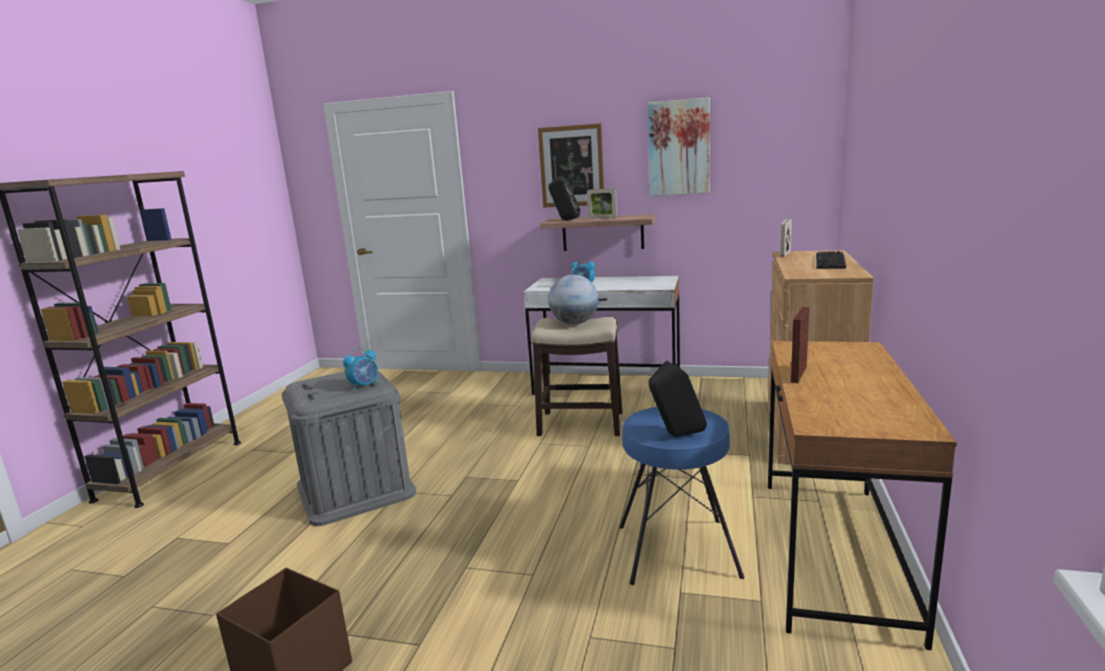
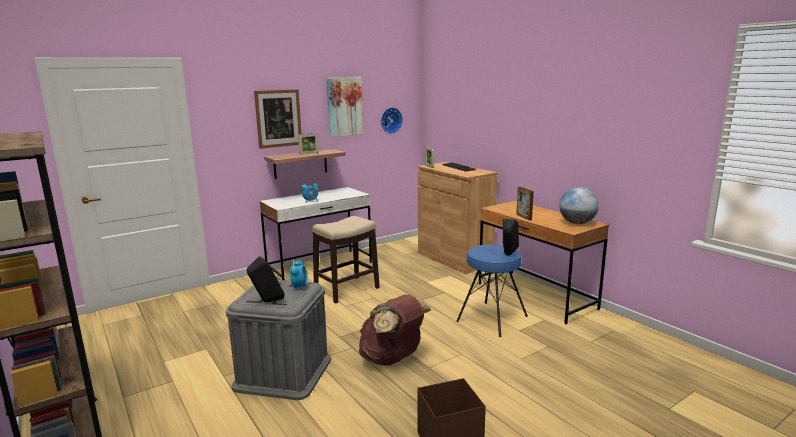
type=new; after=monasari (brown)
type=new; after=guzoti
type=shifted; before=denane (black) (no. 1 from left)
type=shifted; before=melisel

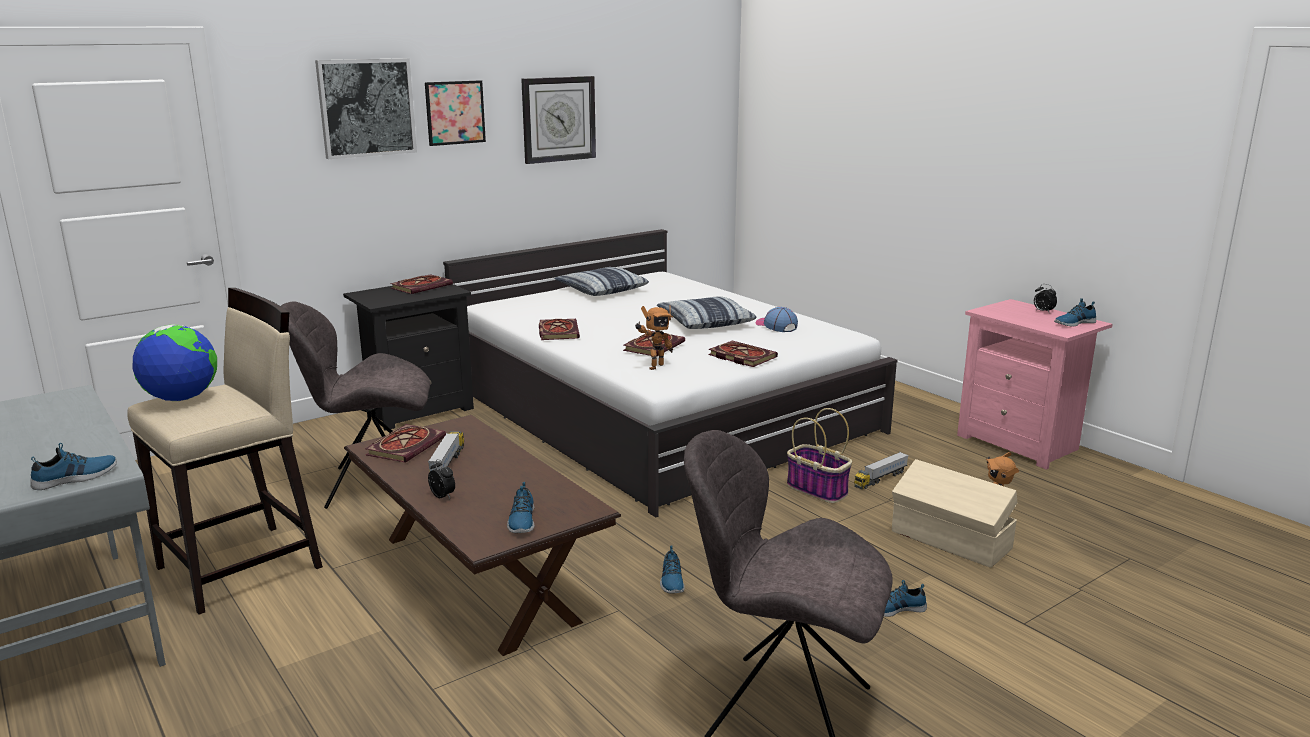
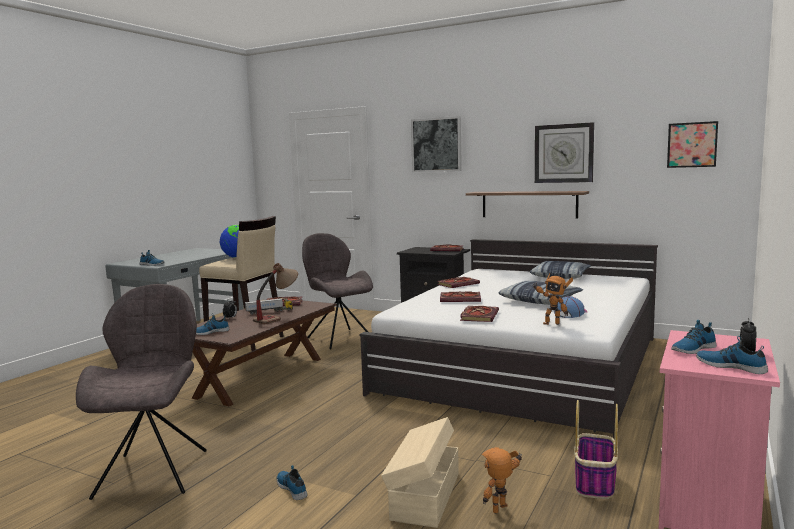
type=gone; before=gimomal (no. 2 from left)
type=new; after=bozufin
type=new; after=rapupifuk
type=shifted; before=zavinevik (no. 2 from left)
type=shifted; before=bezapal (no. 1 from left in the first image); after=bezapal (no. 2 from left)
type=shifted; before=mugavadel (no. 3 from left in the first image); after=mugavadel (no. 4 from left)
type=shifted; before=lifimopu

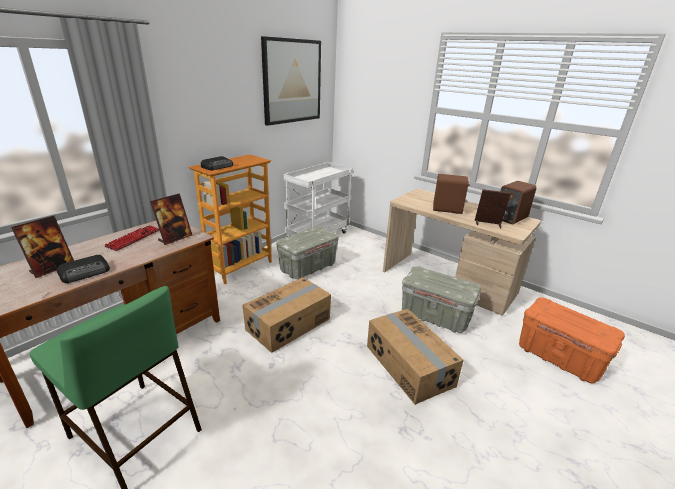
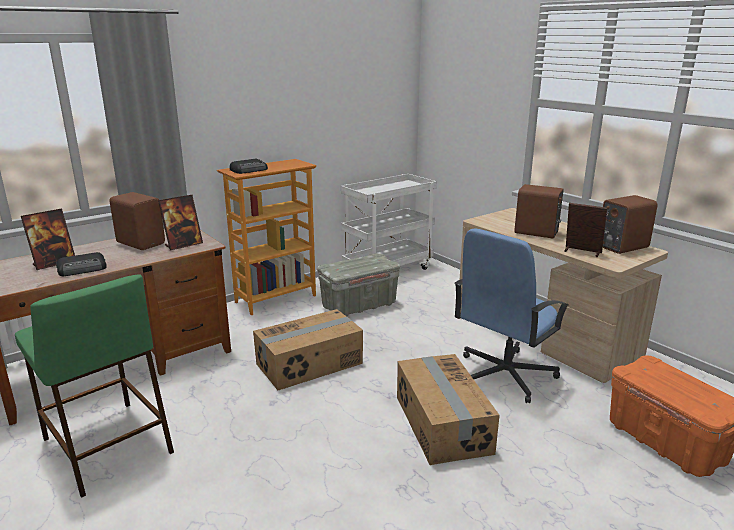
type=gone; before=zavinevik
type=swapped; before=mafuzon; after=denane (brown) (no. 1 from left)
type=swapped; before=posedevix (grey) (no. 2 from left); after=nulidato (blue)

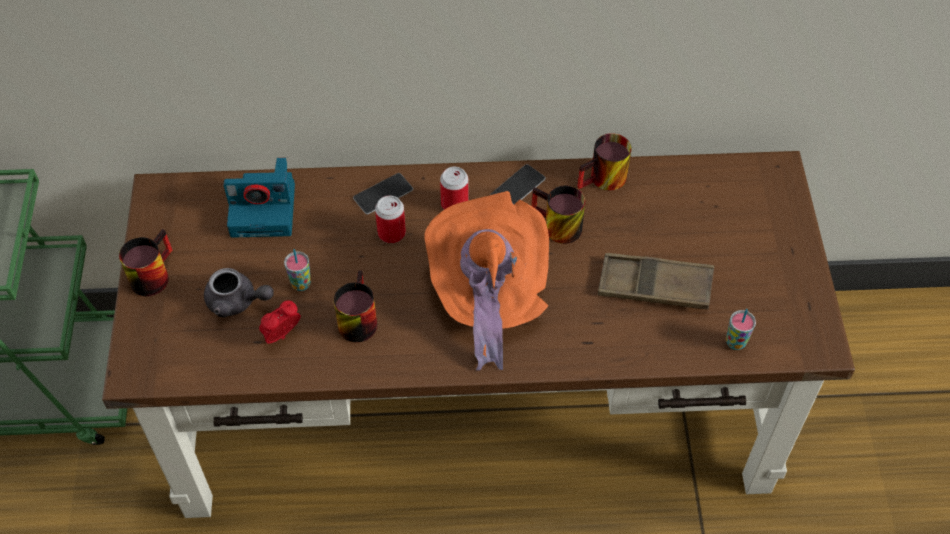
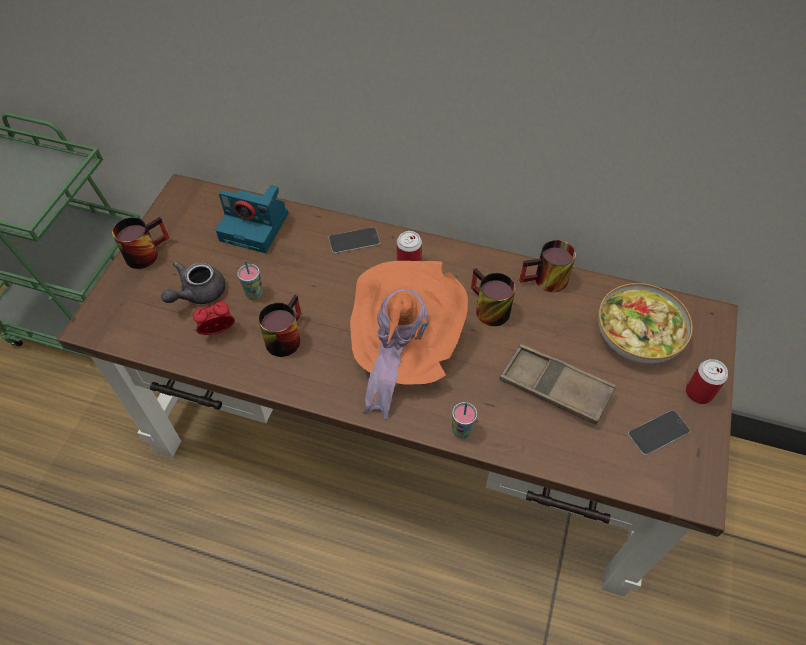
type=new; after=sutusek
type=shifted; before=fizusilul (no. 1 from left in the first image); after=fizusilul (no. 2 from left)
type=shifted; before=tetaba (no. 2 from left)
type=shifted; before=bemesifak (no. 2 from left)
type=rotated; before=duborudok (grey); turn=90

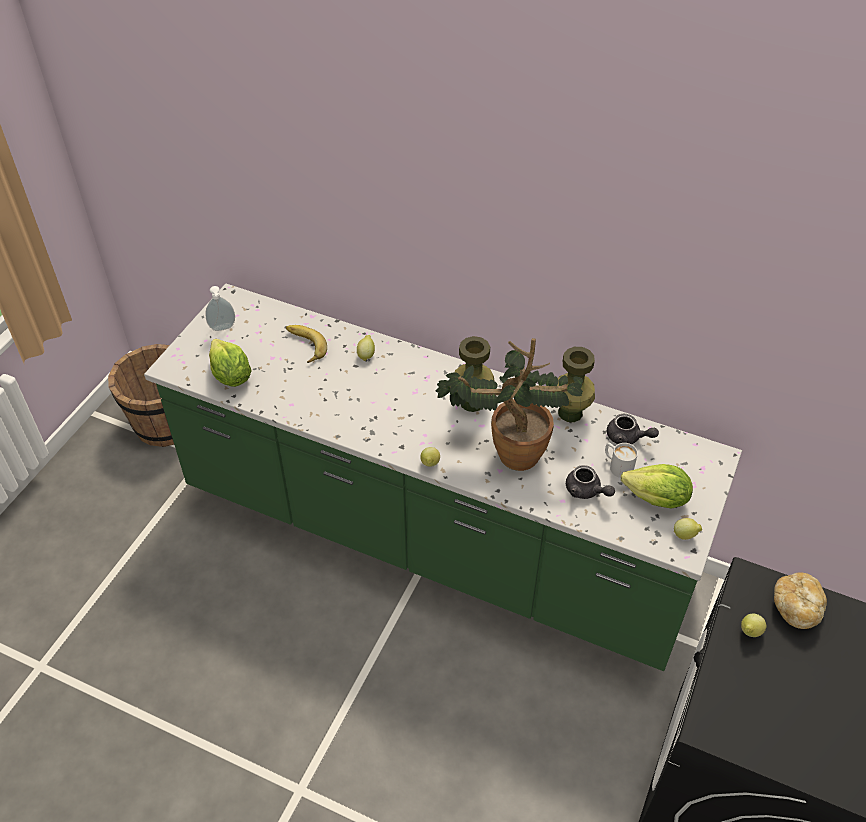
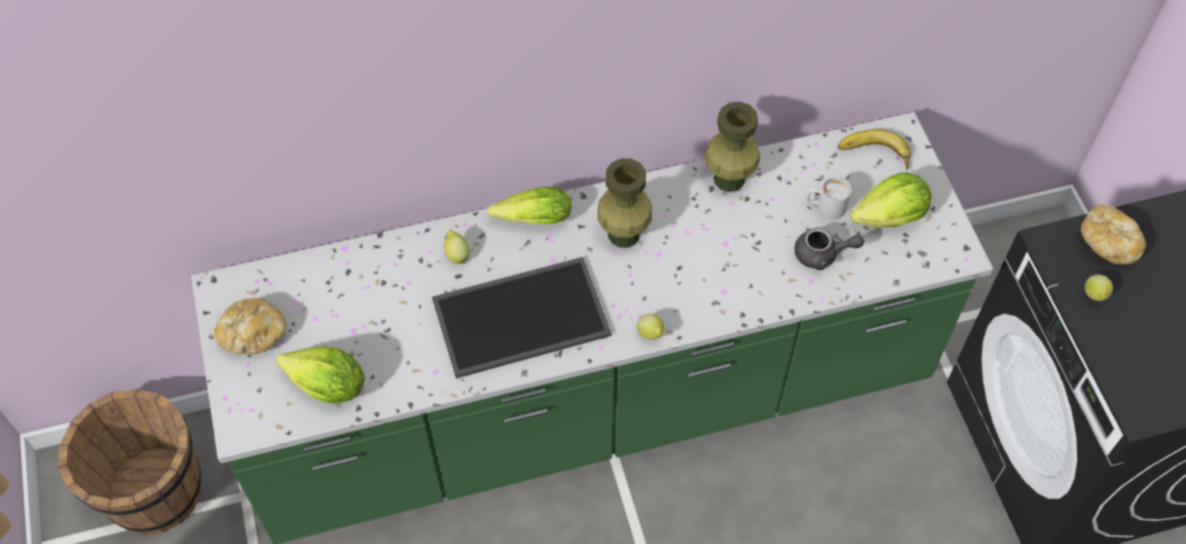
type=gone; before=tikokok
type=gone; before=duborudok (grey) (no. 2 from left)
type=gone; before=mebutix (no. 3 from left)
type=new; after=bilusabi
type=new; after=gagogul (no. 2 from left)
type=shifted; before=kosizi
type=swapped; before=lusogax; after=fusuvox (no. 1 from left)

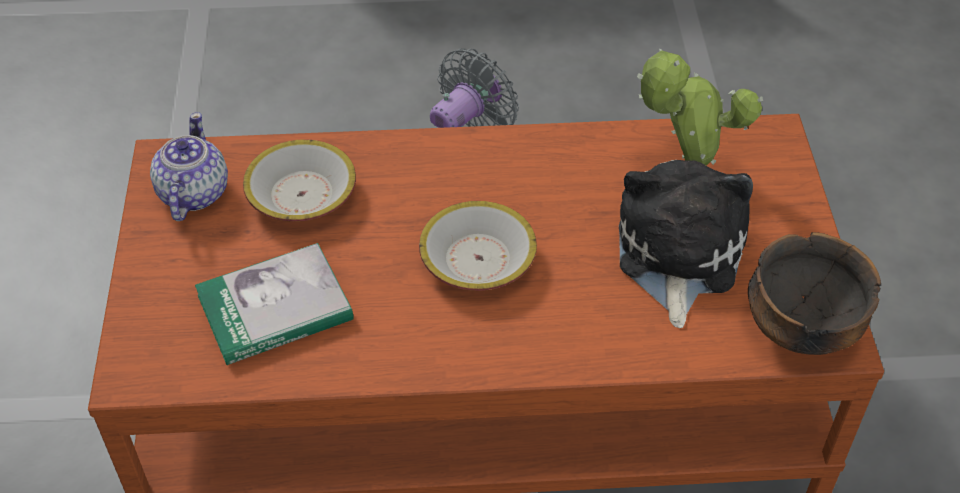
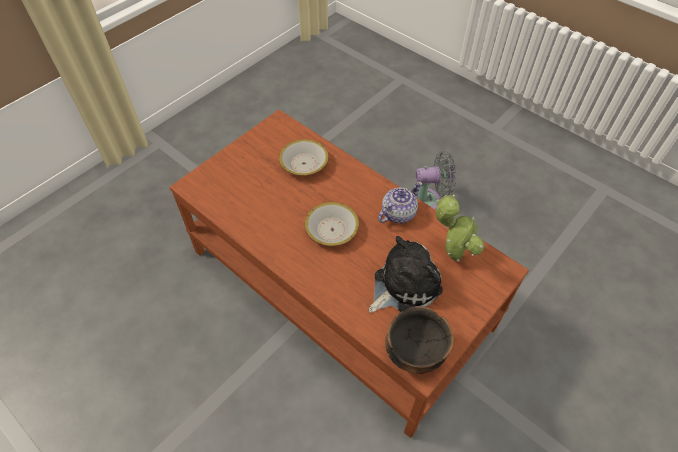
type=gone; before=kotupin
type=shifted; before=duborudok

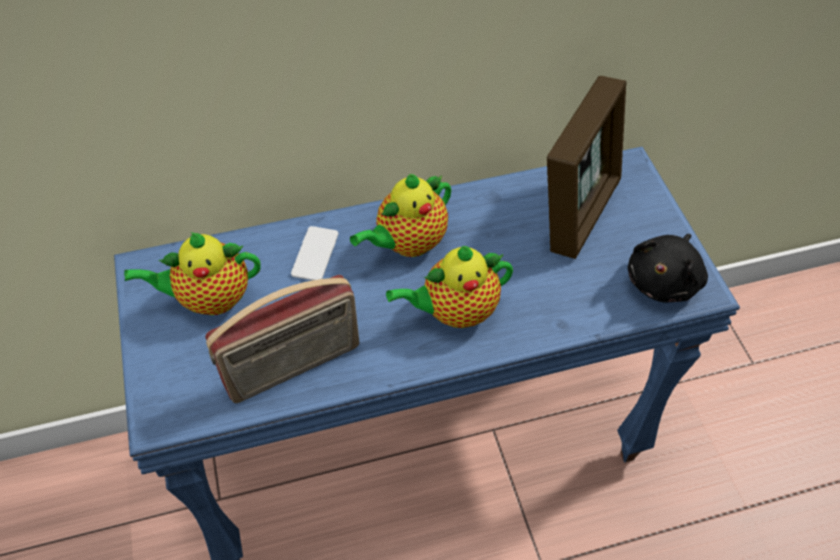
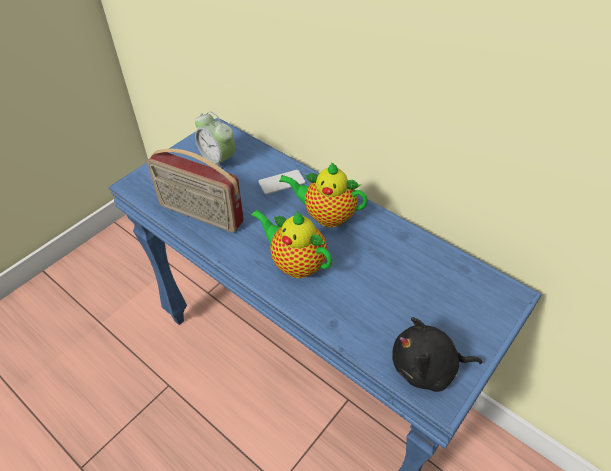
type=gone; before=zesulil
type=swapped; before=duborudok (no. 1 from left); after=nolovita

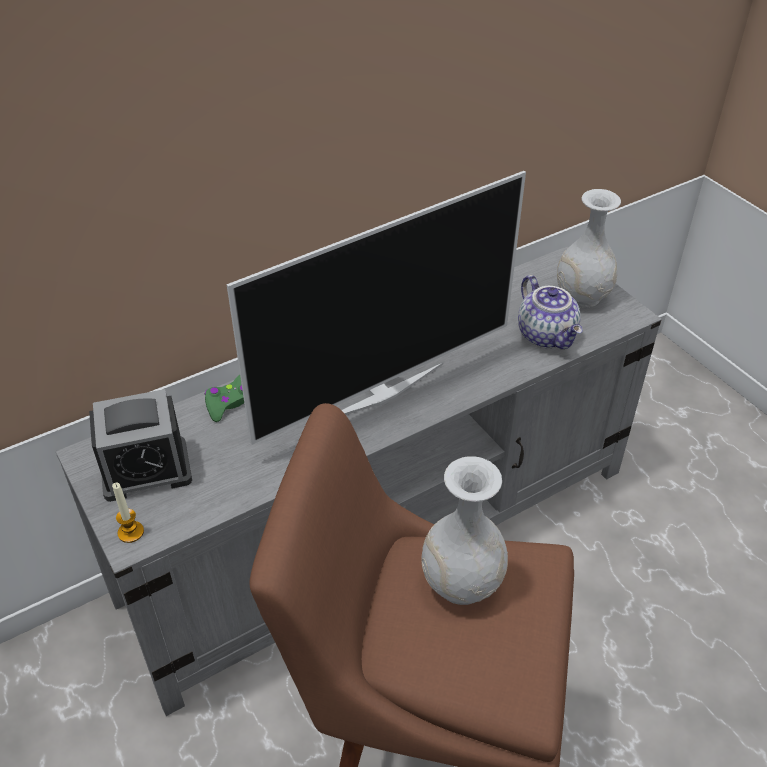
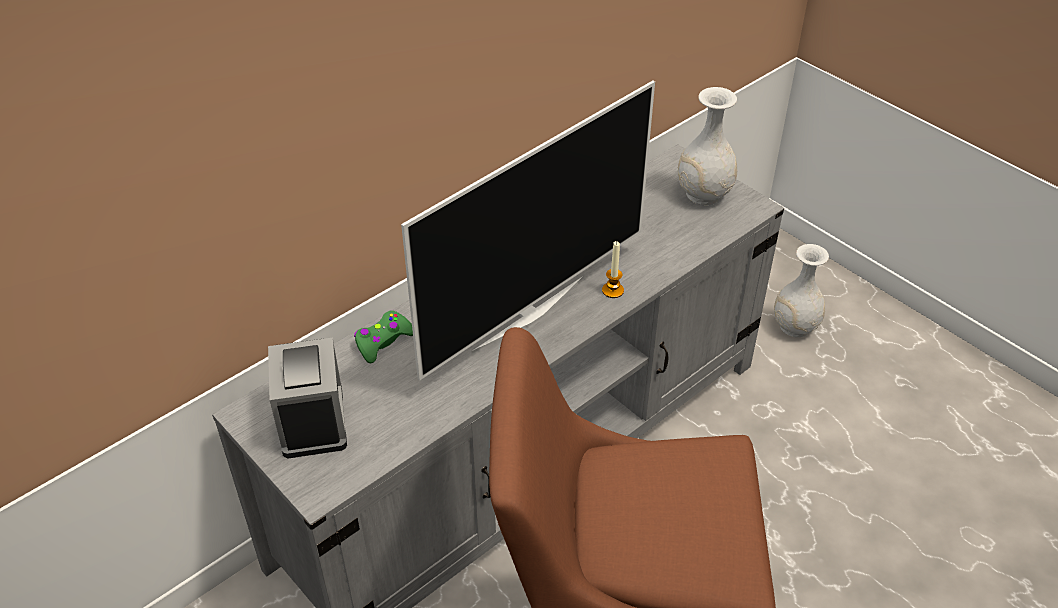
type=gone; before=duborudok
type=shifted; before=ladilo
type=shifted; before=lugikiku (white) (no. 1 from left in the first image); after=lugikiku (white) (no. 2 from left)
type=rotated; before=nolovita; turn=-75

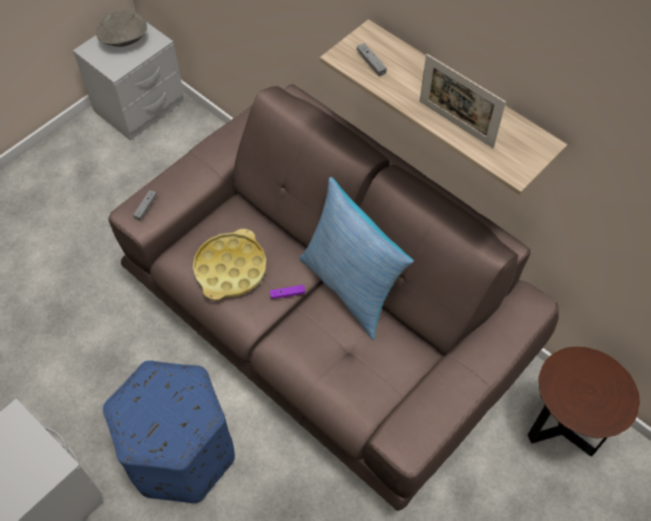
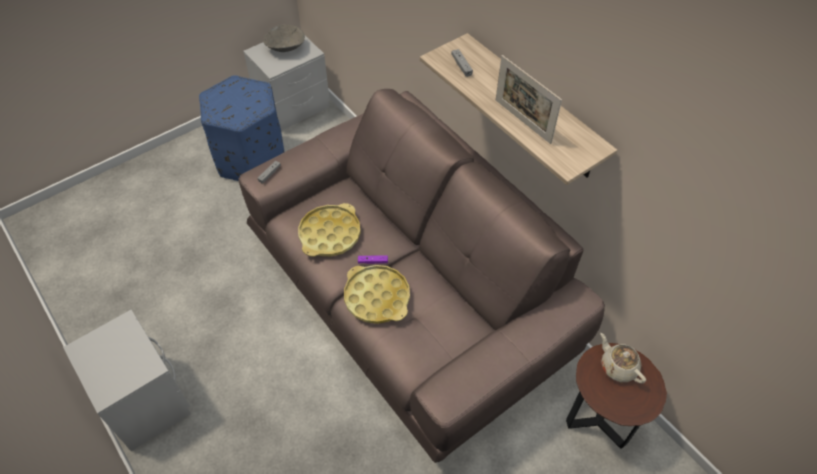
type=gone; before=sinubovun
type=new; after=bilusabi (yellow) (no. 2 from left)
type=new; after=duborudok (beige)
type=shifted; before=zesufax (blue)

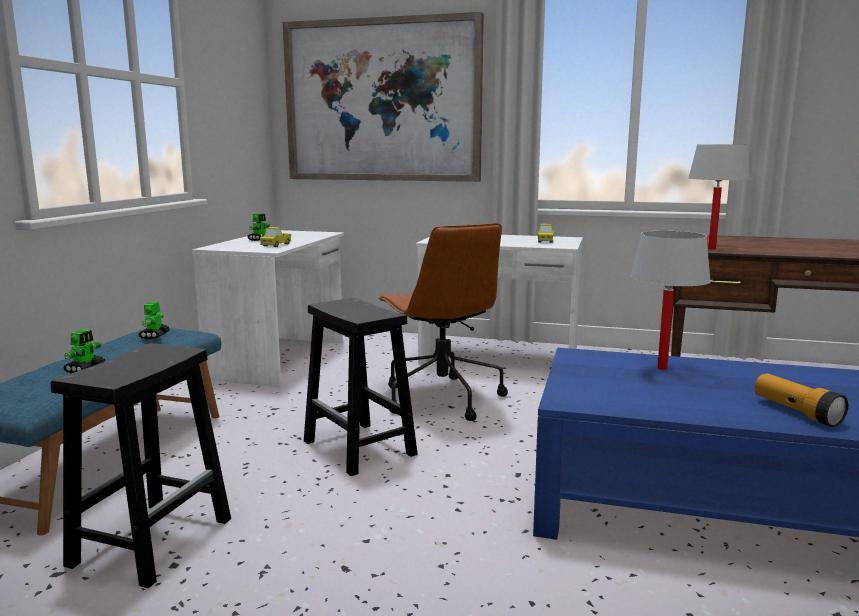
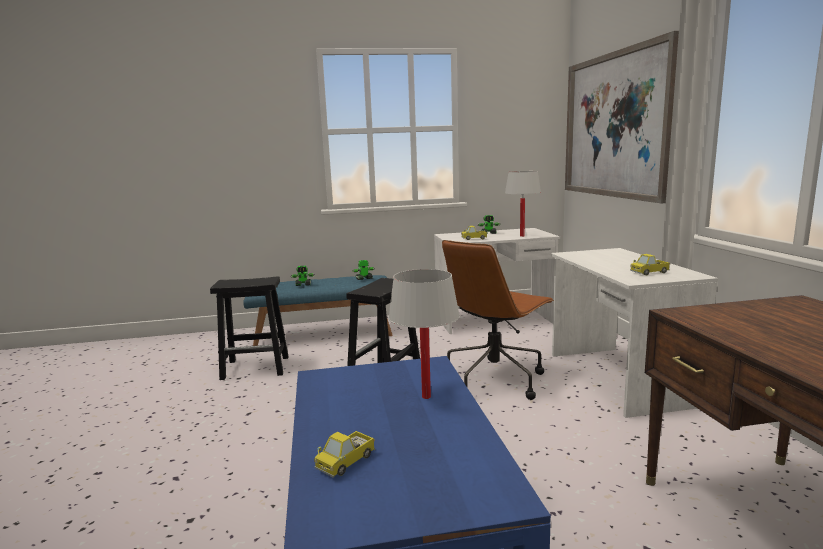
type=shifted; before=bozufin (white) (no. 2 from left)
type=swapped; before=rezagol; after=gimomal (no. 1 from left)

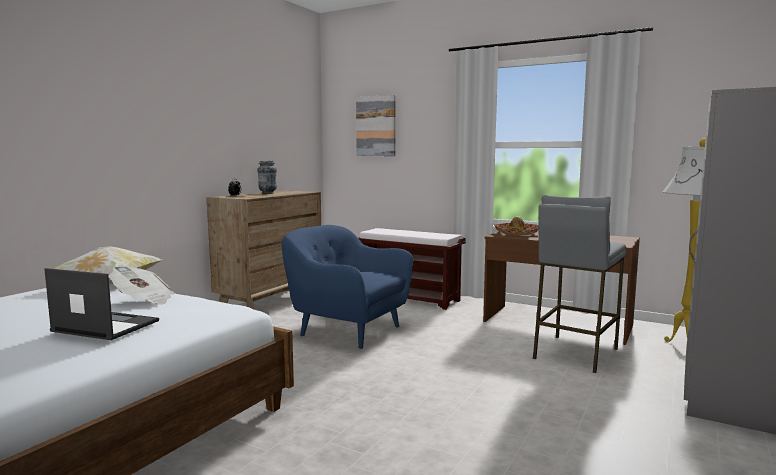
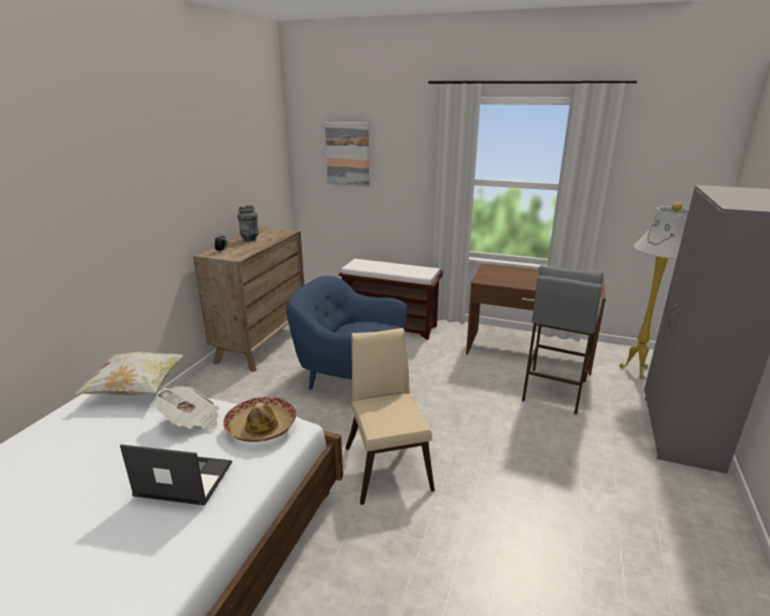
type=new; after=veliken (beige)
type=shifted; before=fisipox

